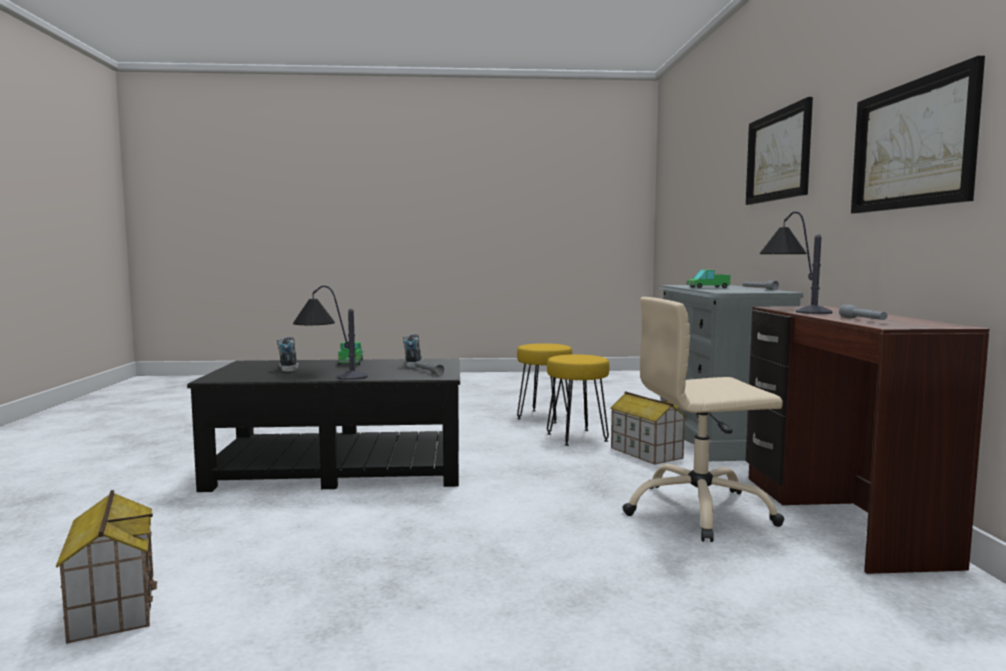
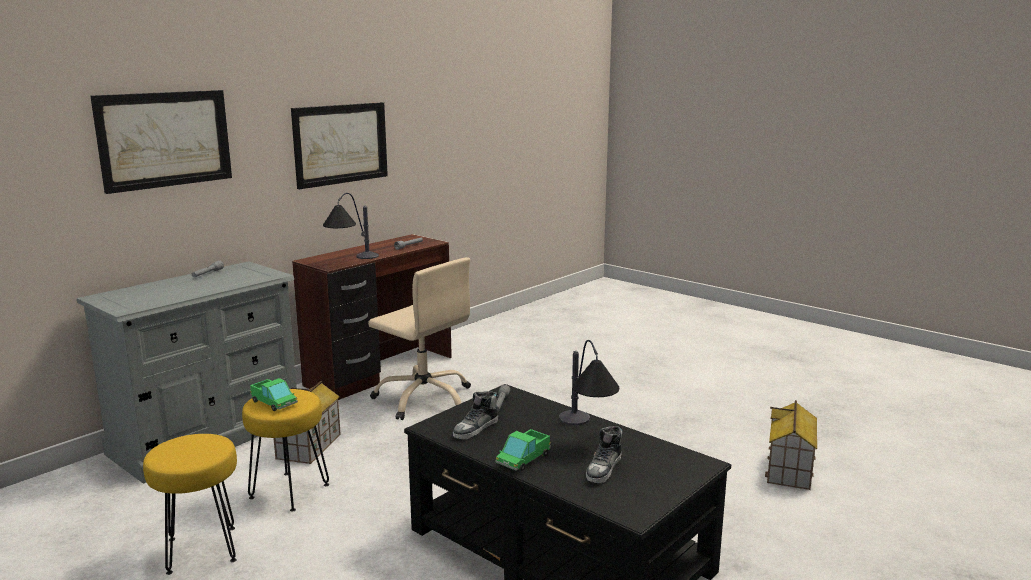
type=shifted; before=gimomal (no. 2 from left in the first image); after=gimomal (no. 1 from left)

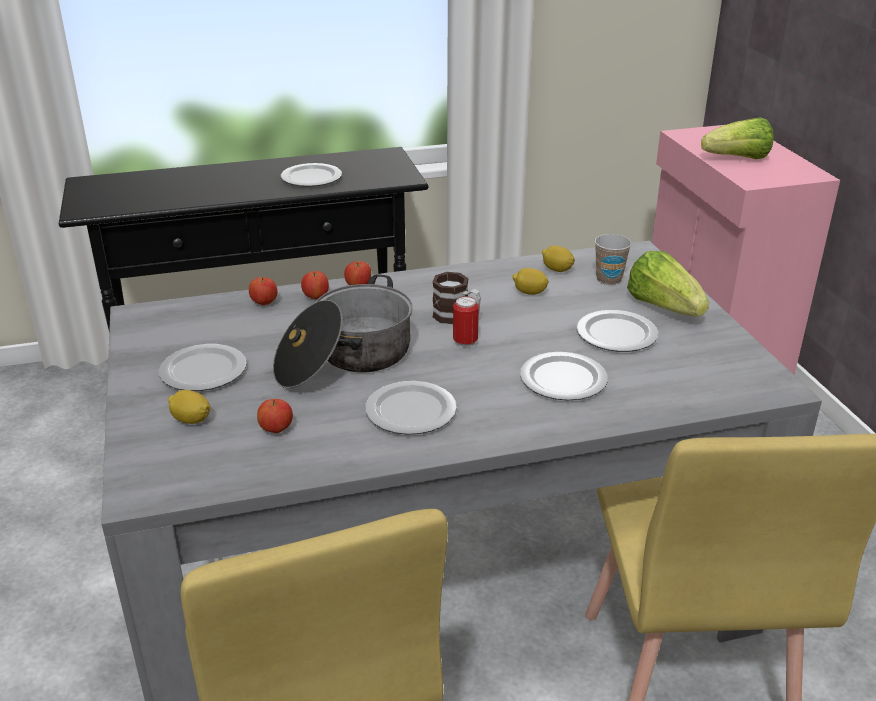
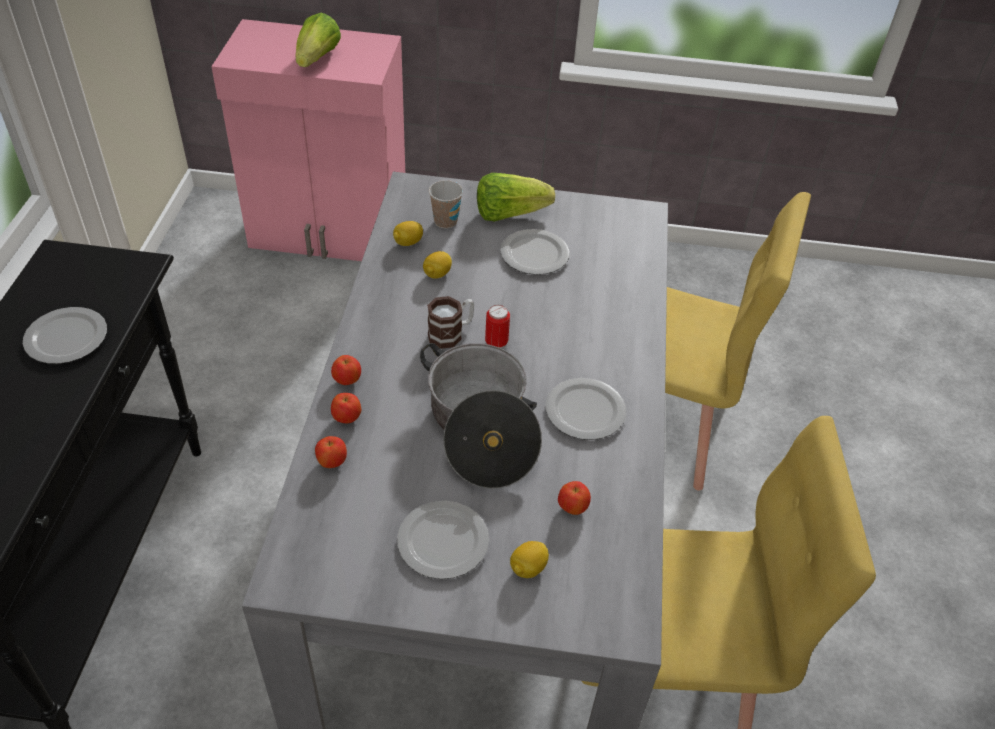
type=gone; before=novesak (no. 4 from left)

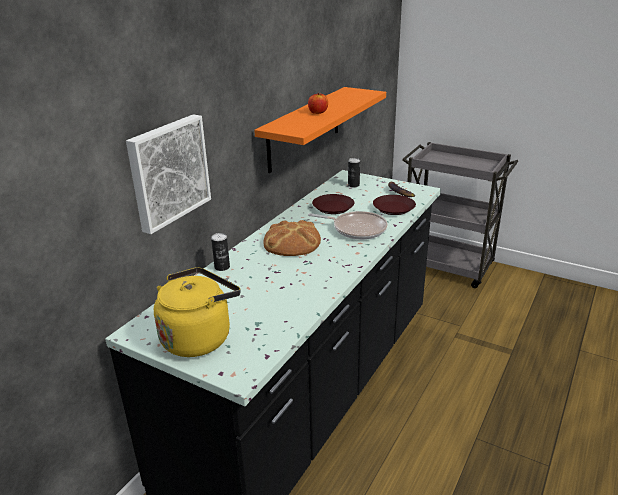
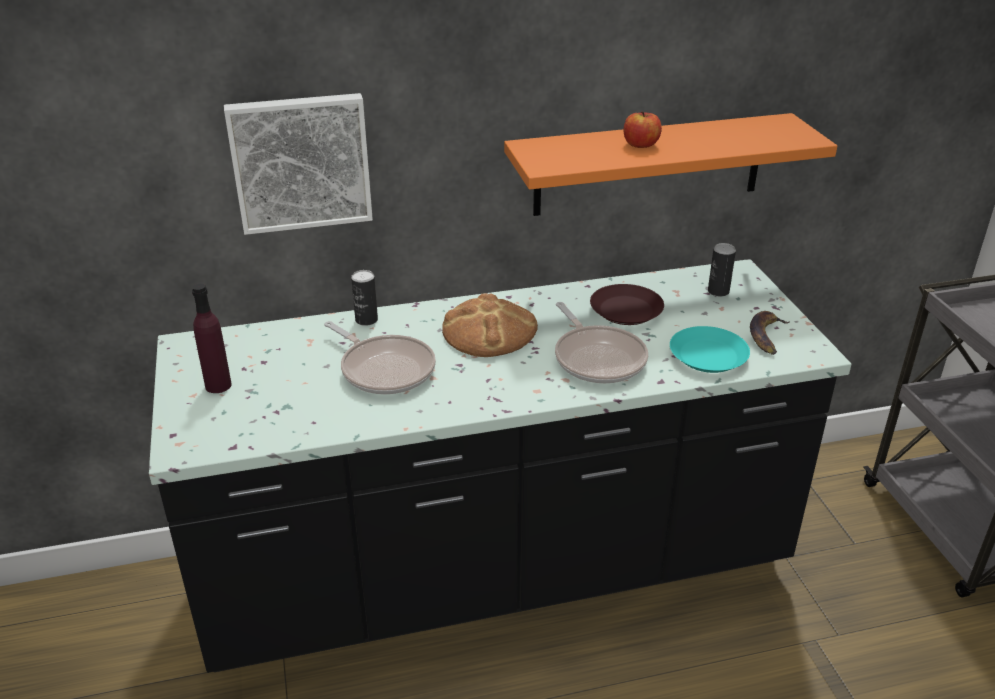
type=new; after=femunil (no. 1 from left)
type=swapped; before=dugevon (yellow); after=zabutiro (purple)
type=repainted; before=novesak (brown) (no. 2 from left); after=novesak (turquoise)

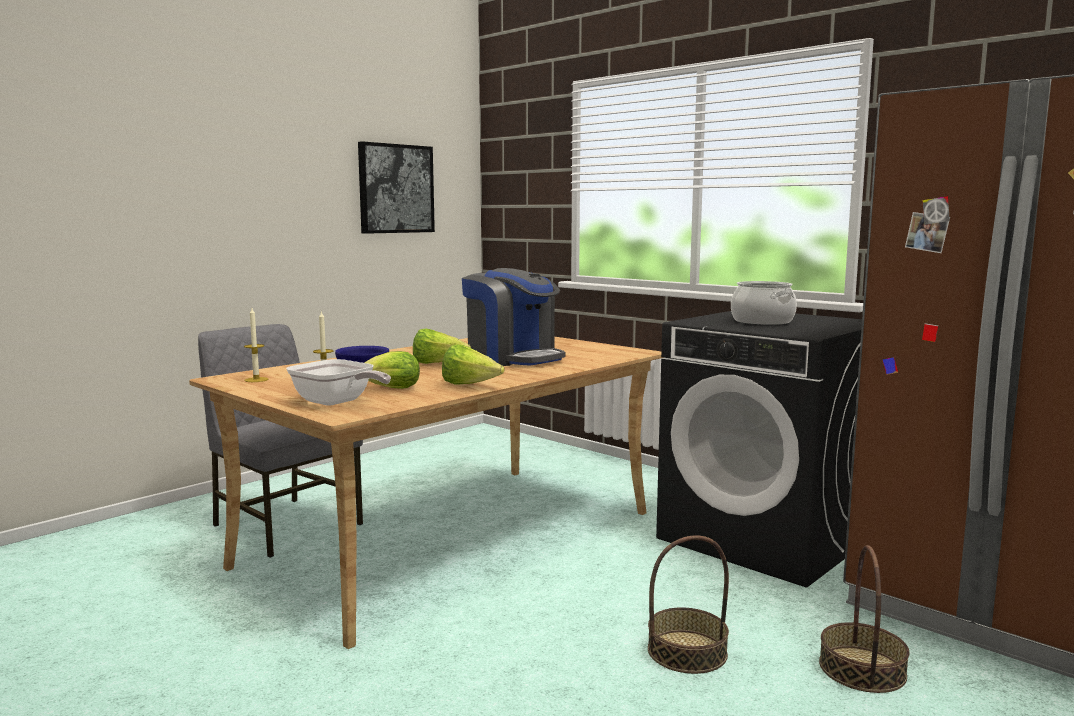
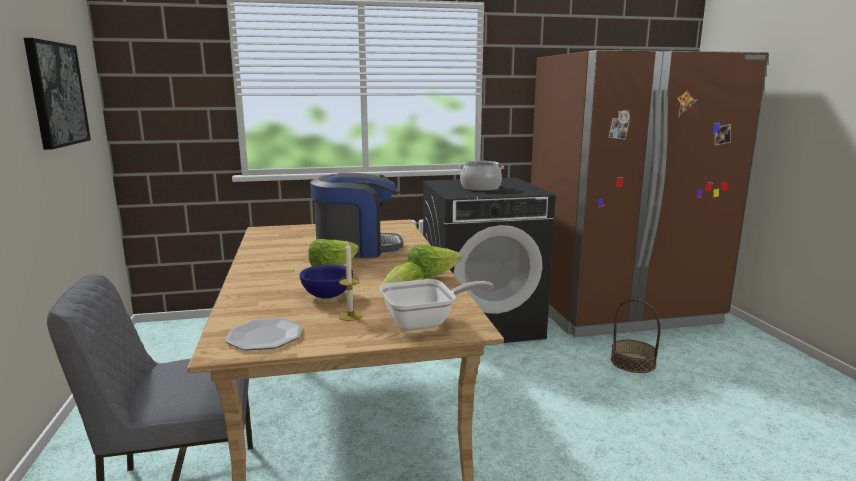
type=gone; before=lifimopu (no. 1 from left)
type=swapped; before=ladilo (no. 1 from left); after=novesak

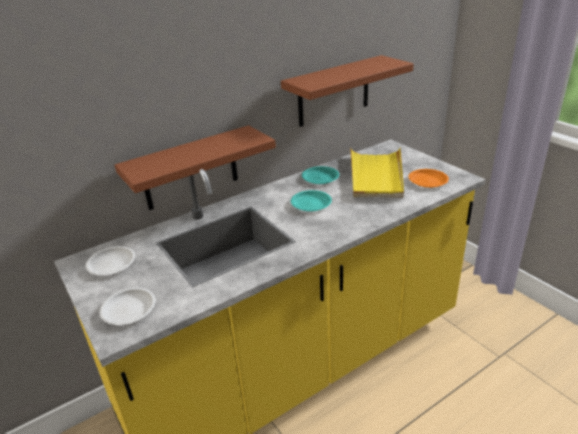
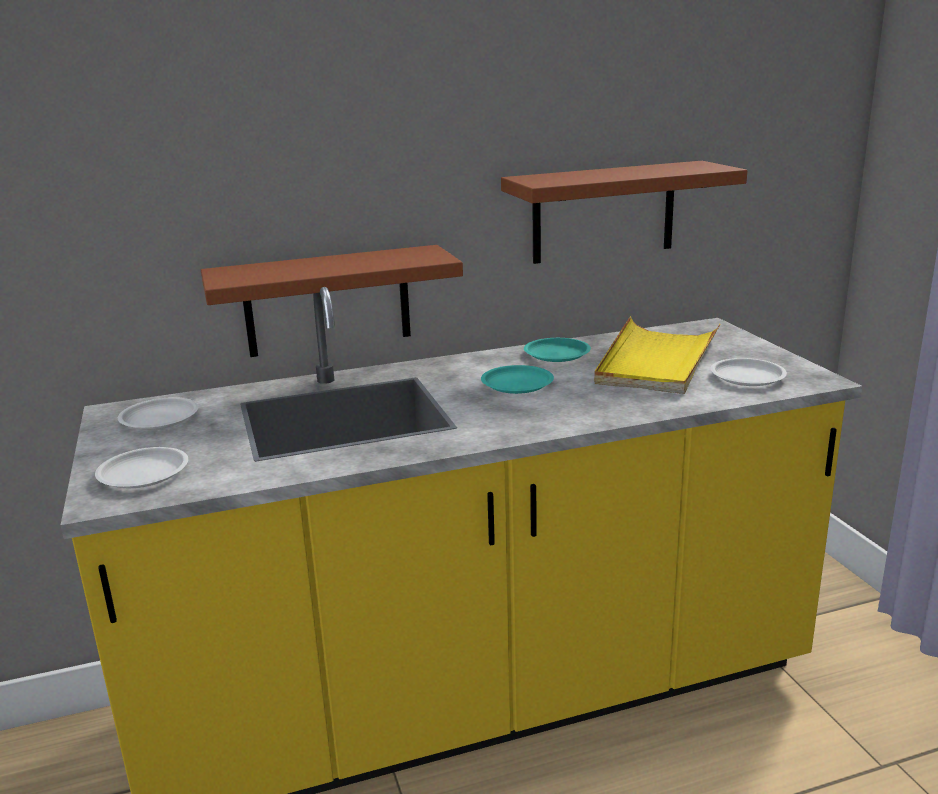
type=repainted; before=novesak (orange); after=novesak (white) (no. 3 from left)

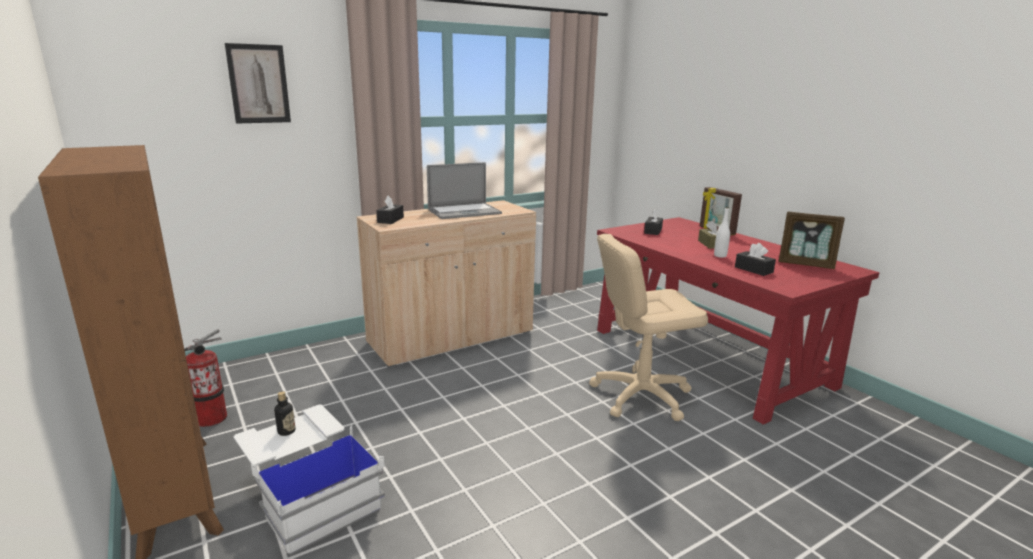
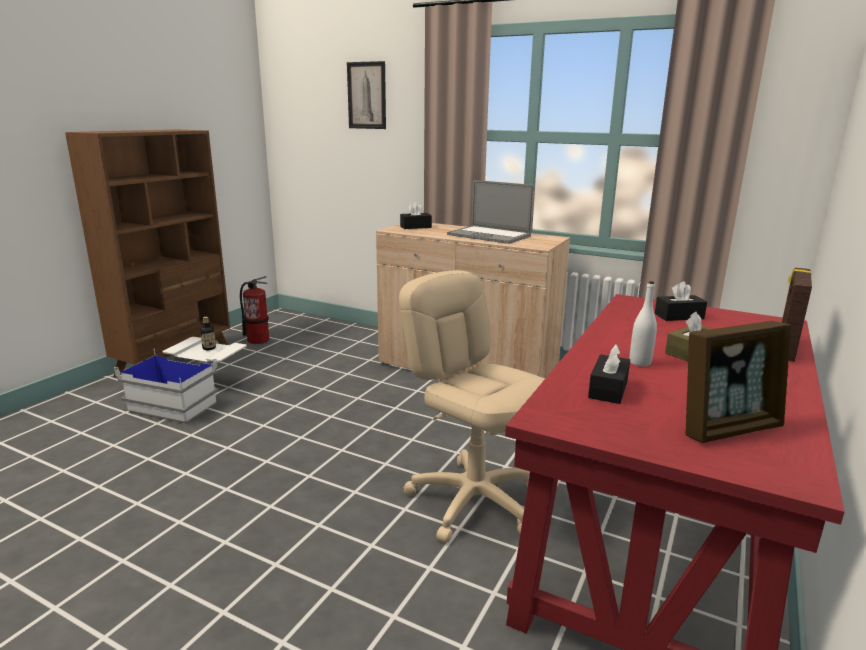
type=rotated; before=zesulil (no. 2 from left in the first image); turn=-105

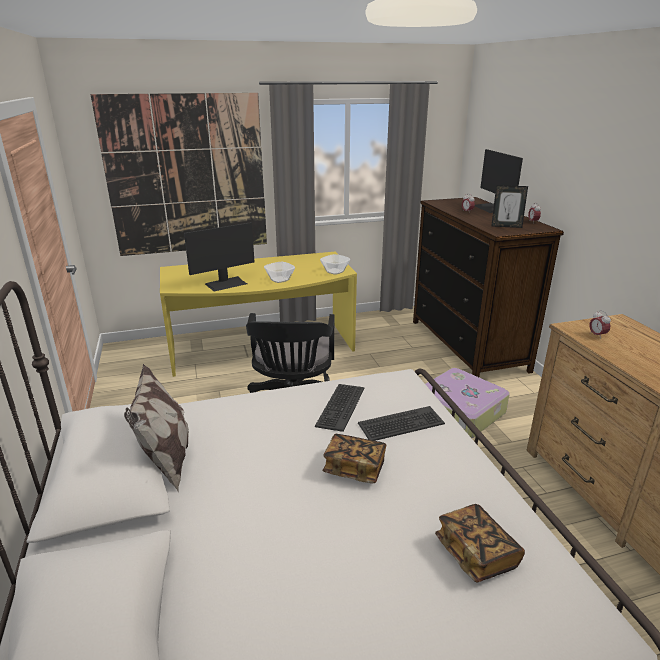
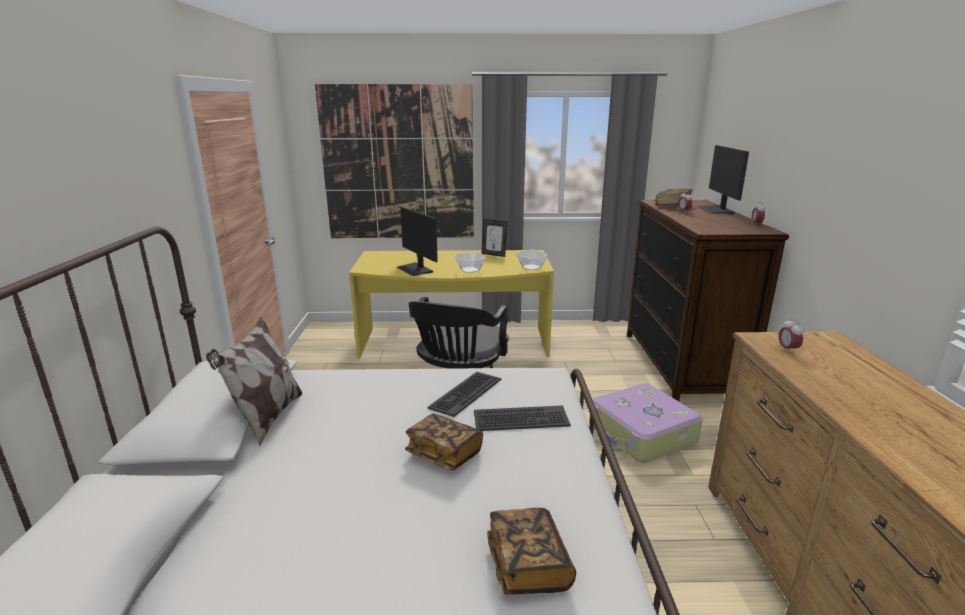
type=new; after=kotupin (no. 3 from left)
type=shifted; before=zesulil
type=rotated; before=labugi (no. 1 from left); turn=75

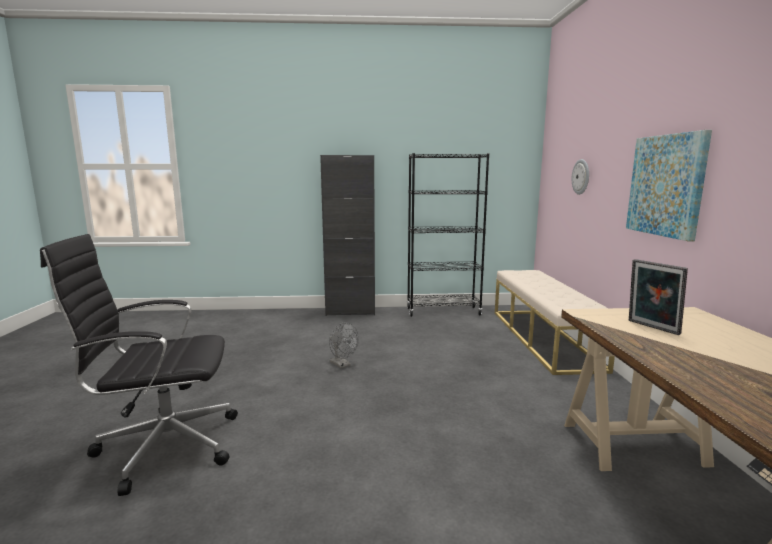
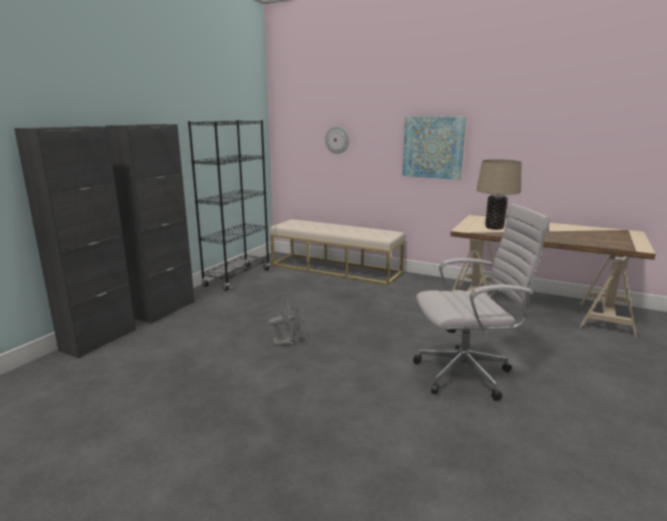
type=gone; before=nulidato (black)
type=new; after=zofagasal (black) (no. 1 from left)
type=new; after=nulidato (white)
type=swapped; before=zesulil; after=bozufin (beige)

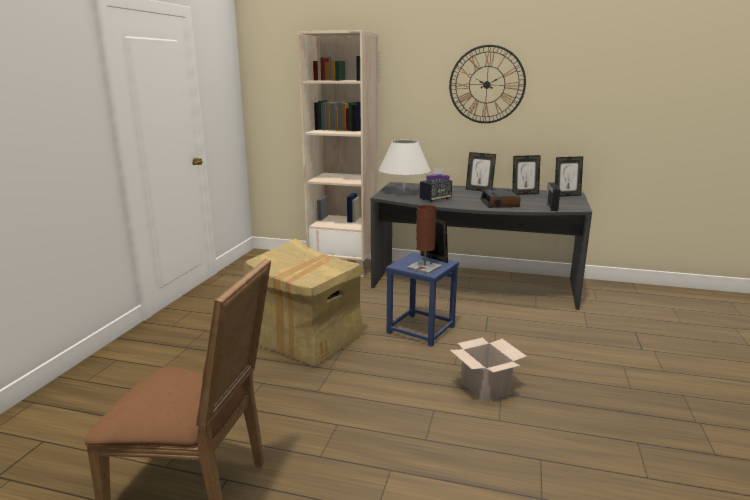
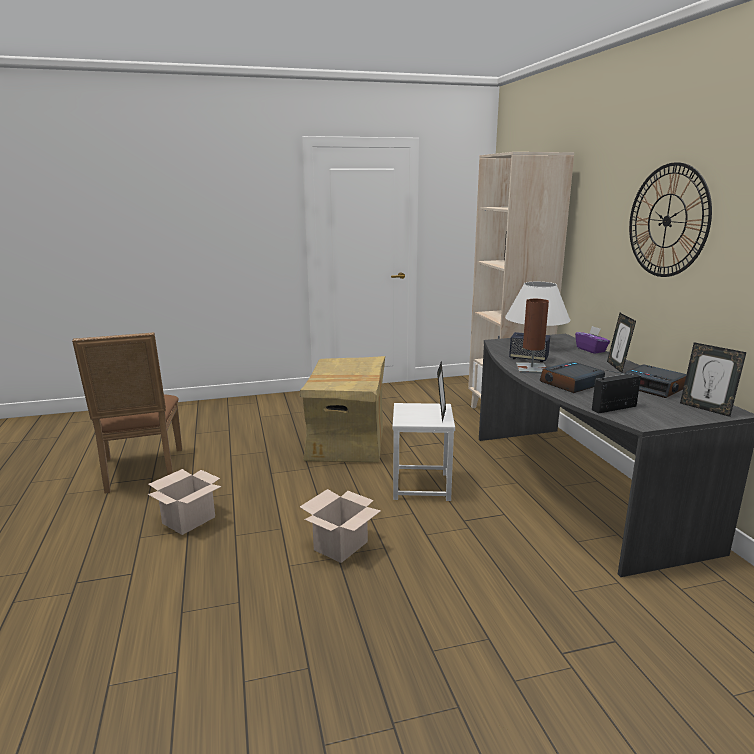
type=new; after=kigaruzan (no. 1 from left)
type=shifted; before=bozufin (brown)
type=swapped; before=zesulil (no. 3 from left); after=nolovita (no. 2 from left)
type=repainted; before=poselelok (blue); after=poselelok (white)

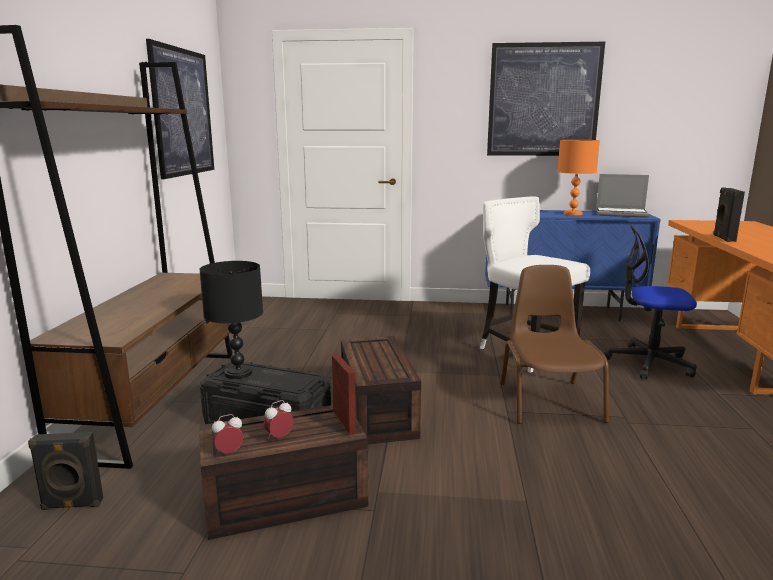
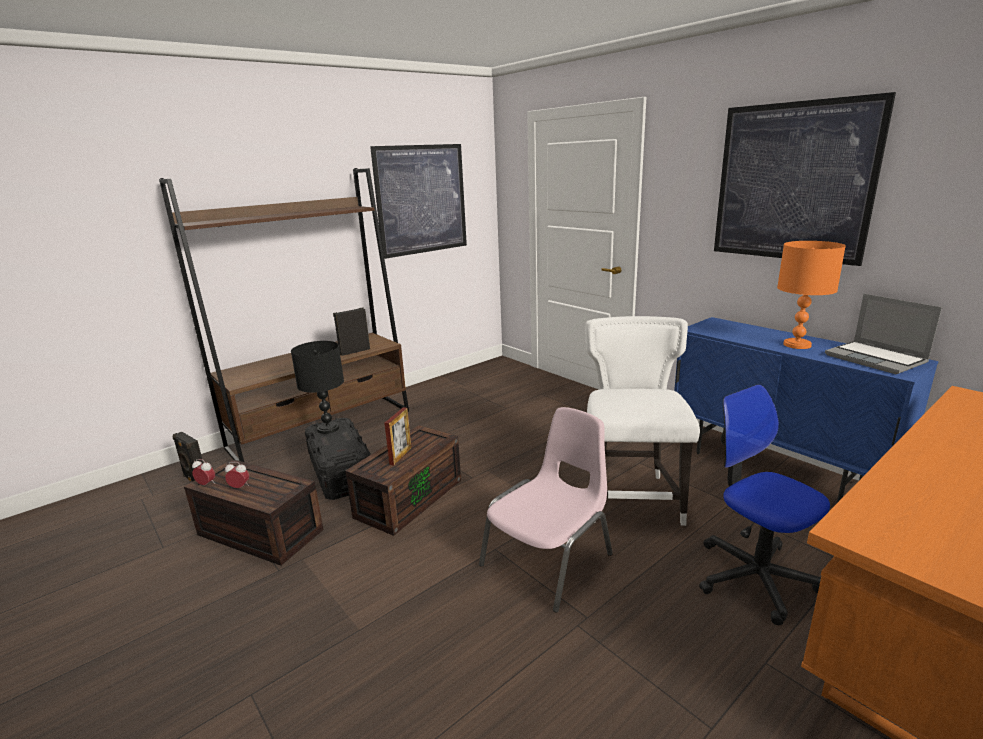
type=shifted; before=zesulil
type=shifted; before=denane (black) (no. 2 from left)
type=repainted; before=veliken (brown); after=veliken (pink)

